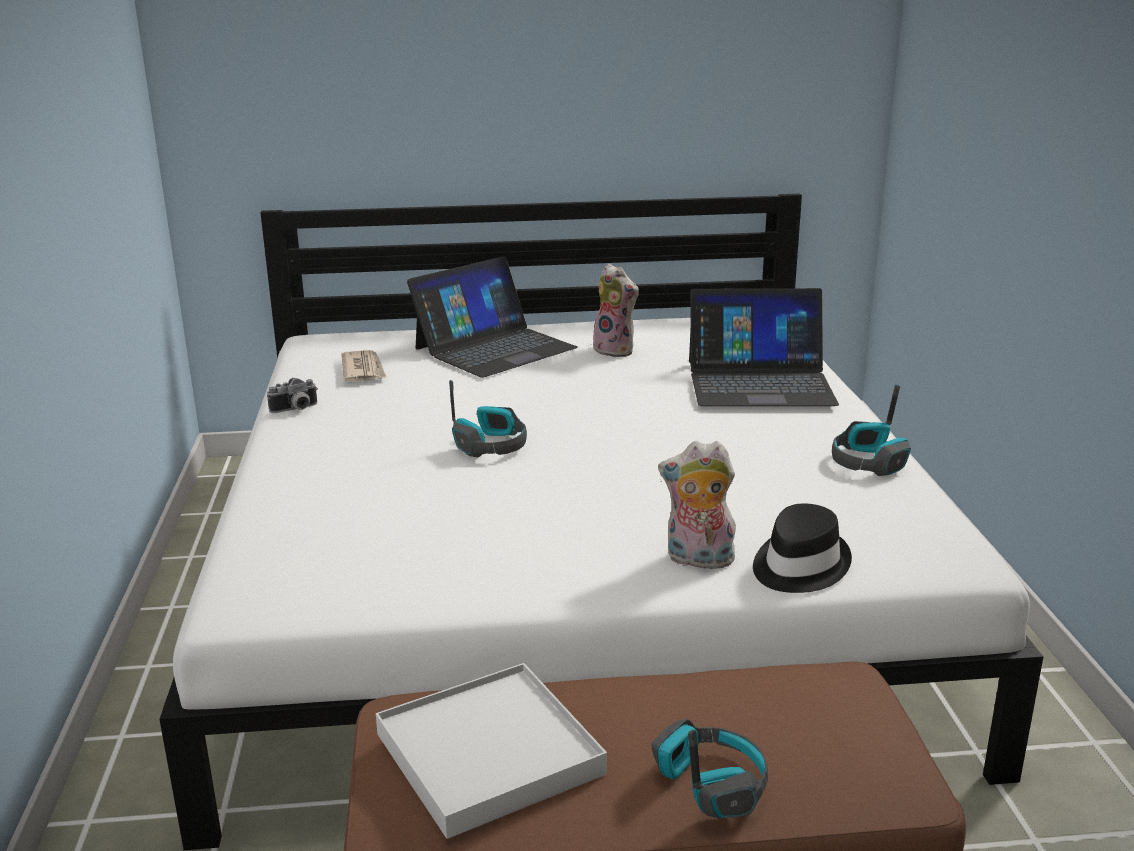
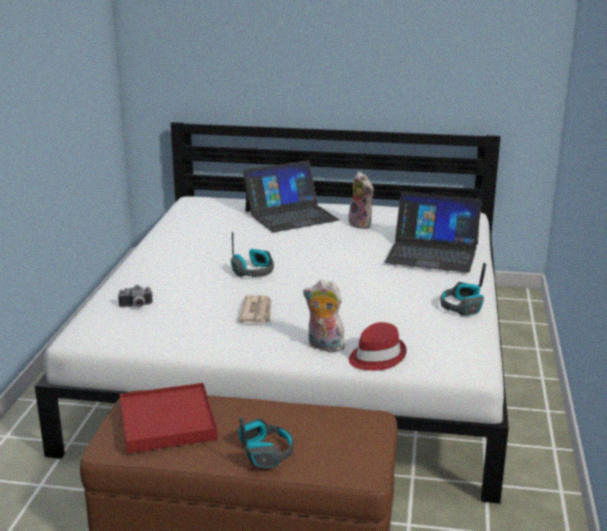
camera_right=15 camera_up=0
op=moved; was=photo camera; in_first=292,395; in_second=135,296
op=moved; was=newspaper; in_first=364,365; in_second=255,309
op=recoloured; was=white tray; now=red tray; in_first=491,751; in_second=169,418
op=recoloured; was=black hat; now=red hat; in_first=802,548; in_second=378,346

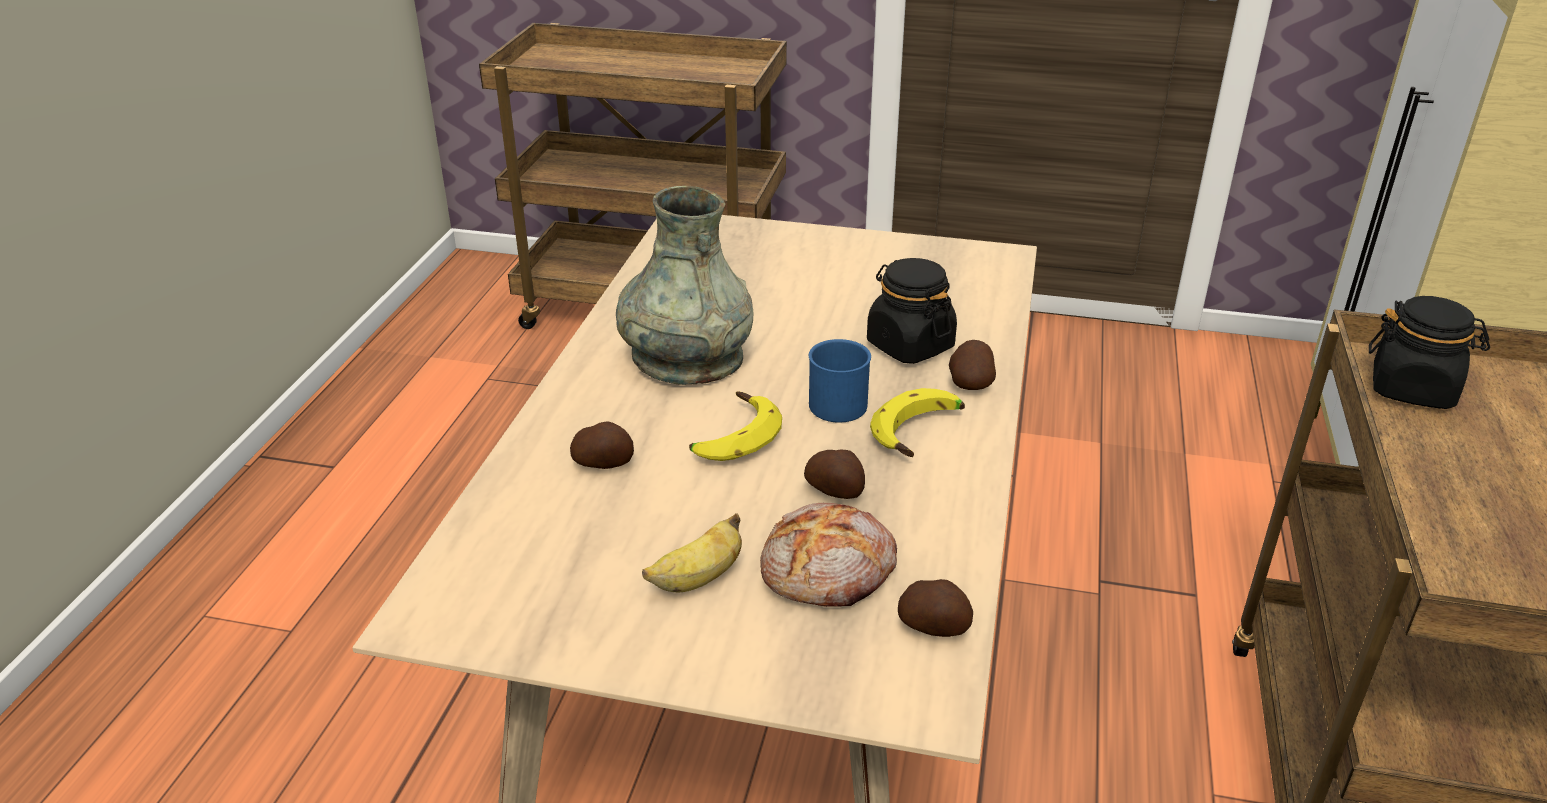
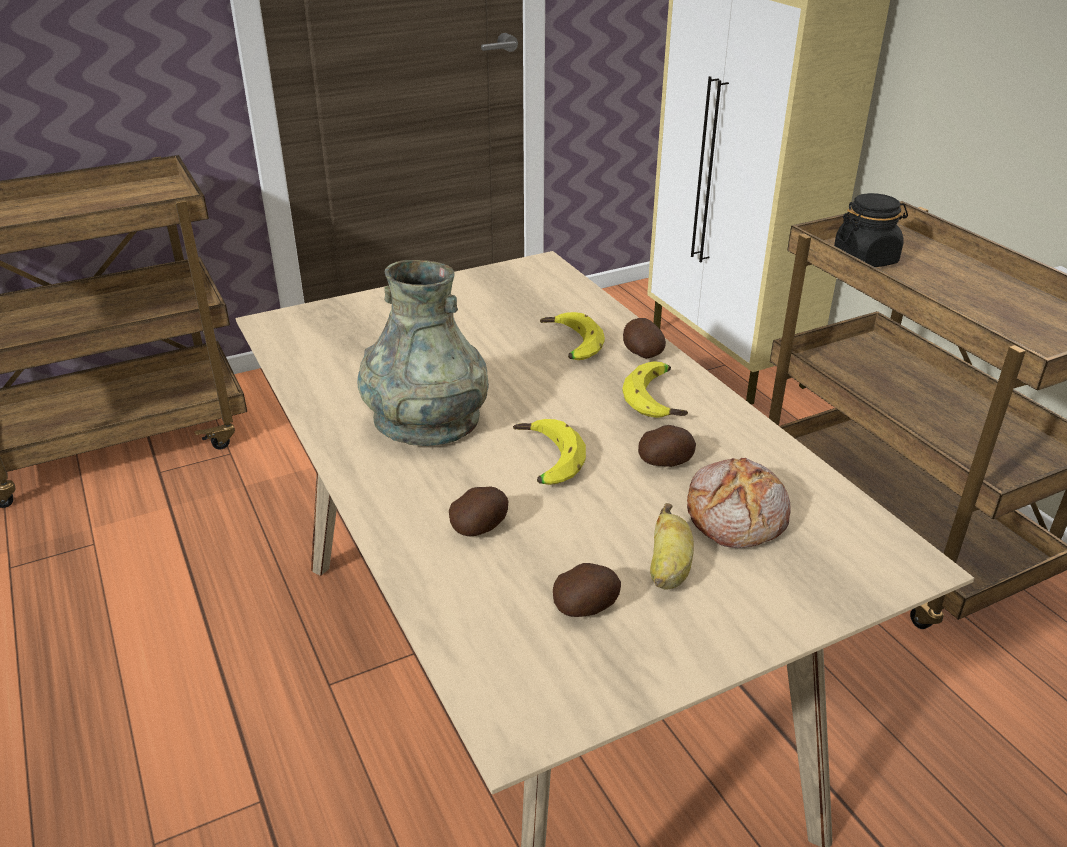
camera_right=-40 camera_up=0
op=removed; was=blue mug; in_first=840,380
op=moved; was=potato; in_first=935,608; in_second=587,590
op=replaced; was=black jar; now=banana; in_first=912,311; in_second=572,336

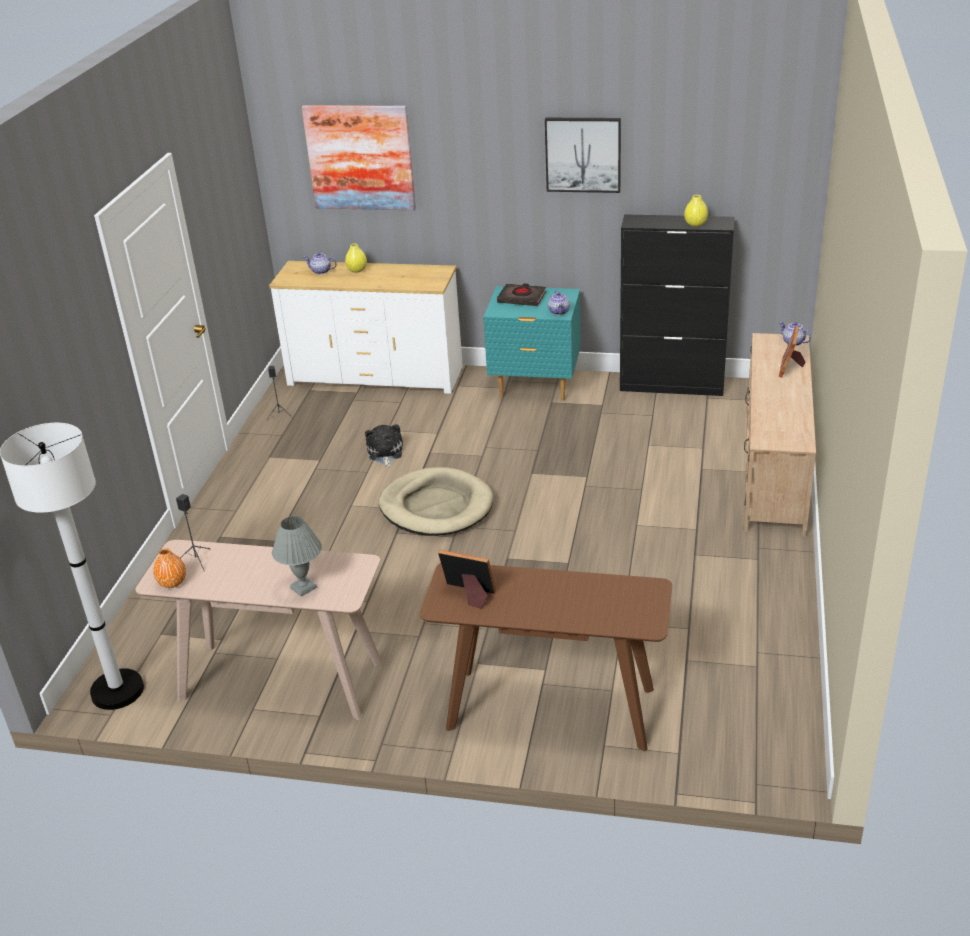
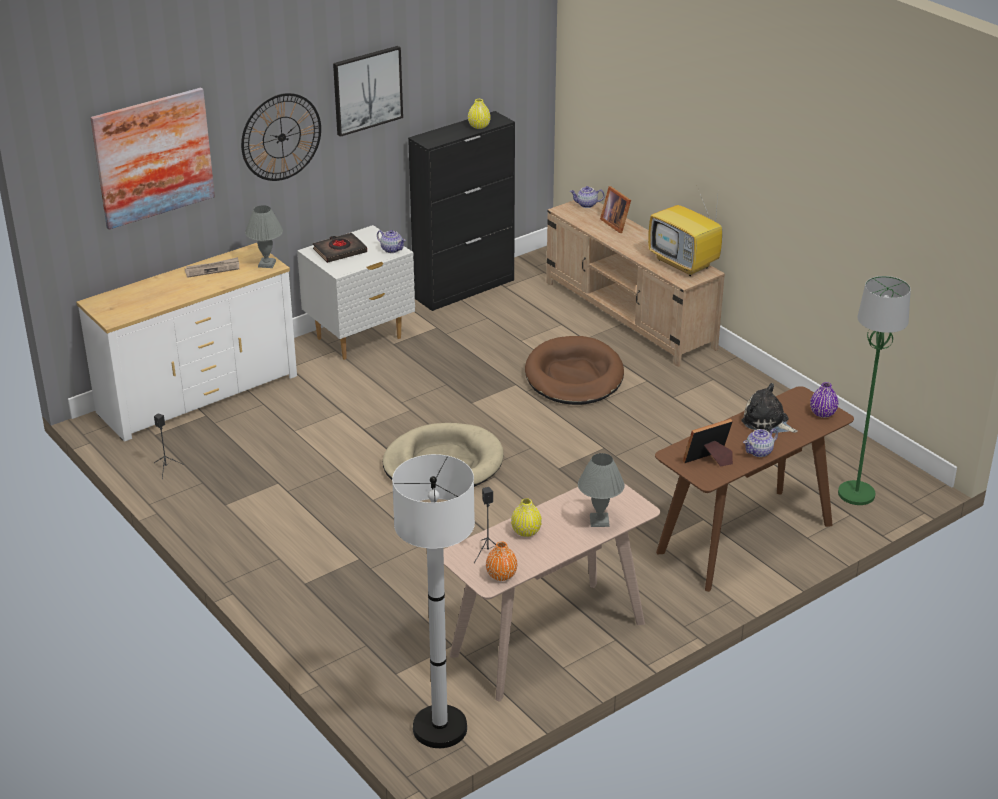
camera_right=-50 camera_up=0
op=added; now=newspaper; in_second=212,267
op=added; now=wall clock; in_second=281,137
op=added; now=grey table lamp; in_second=264,236
op=added; now=brown dog bed; in_second=574,370
op=added; now=television; in_second=685,232
op=added; now=purple vase; in_second=824,400
op=added; now=green floor lamp; in_second=874,390
op=moved; was=teapot; in_first=320,263; in_second=760,442
op=moved; was=yellow vase; in_first=356,258; in_second=526,517
op=moved; was=plush toy; in_first=384,445; in_second=769,408
op=recoloured; was=turquoise nightstand; now=white nightstand; in_first=532,343; in_second=356,292

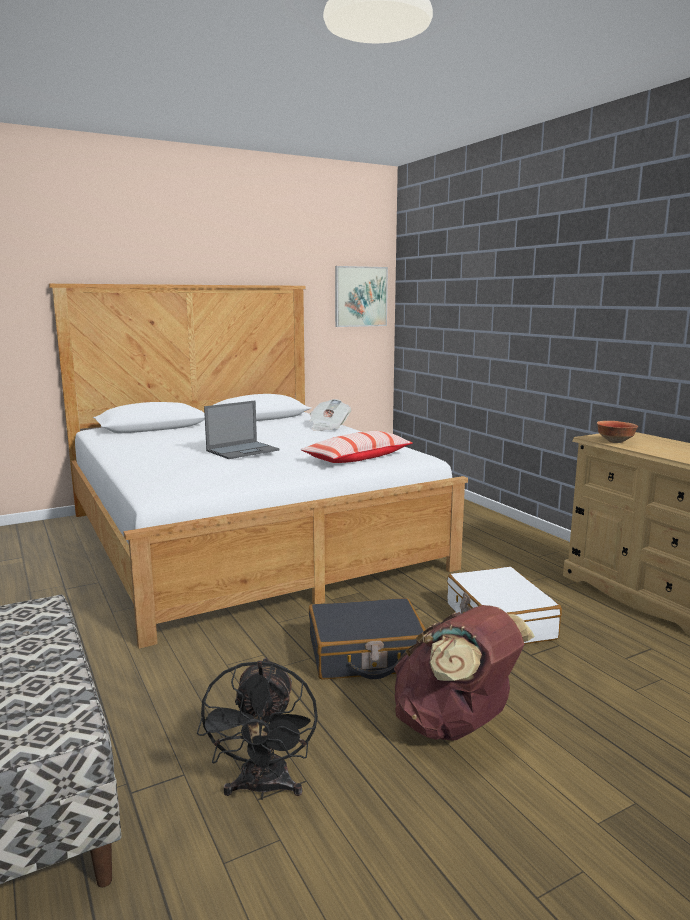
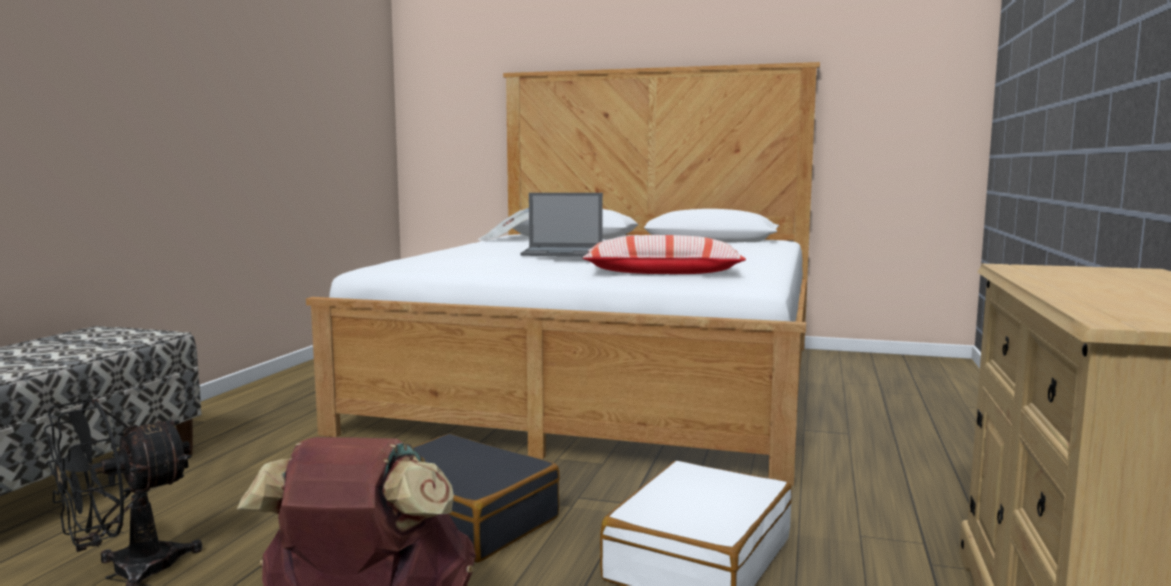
camera_right=45 camera_up=-5
op=removed; was=picture; in_first=361,296
op=removed; was=bowl; in_first=617,432
op=moved; was=newspaper; in_first=331,415; in_second=503,224

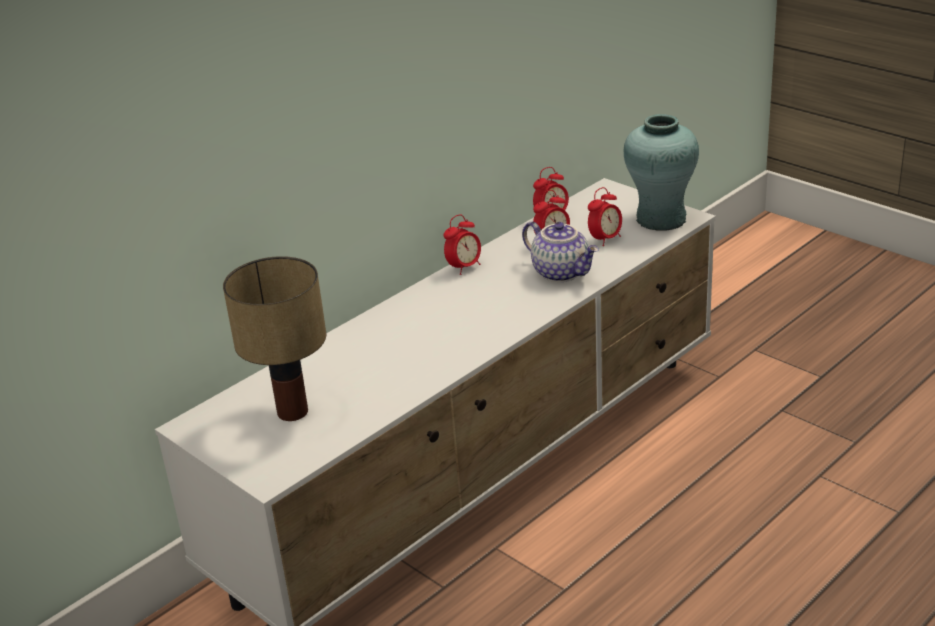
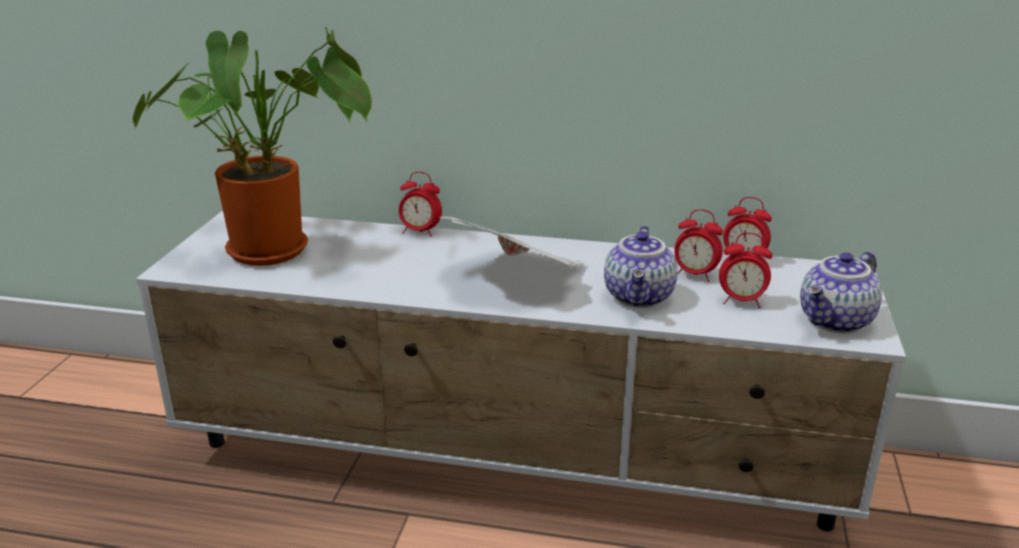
camera_right=55 camera_up=-5
op=added; now=newspaper; in_second=511,241
op=moved; was=alarm clock; in_first=462,245; in_second=420,204
op=replaced; was=table lamp; now=potted plant; in_first=274,338; in_second=252,146
op=replaced; was=turquoise vase; now=teapot; in_first=661,172; in_second=841,292

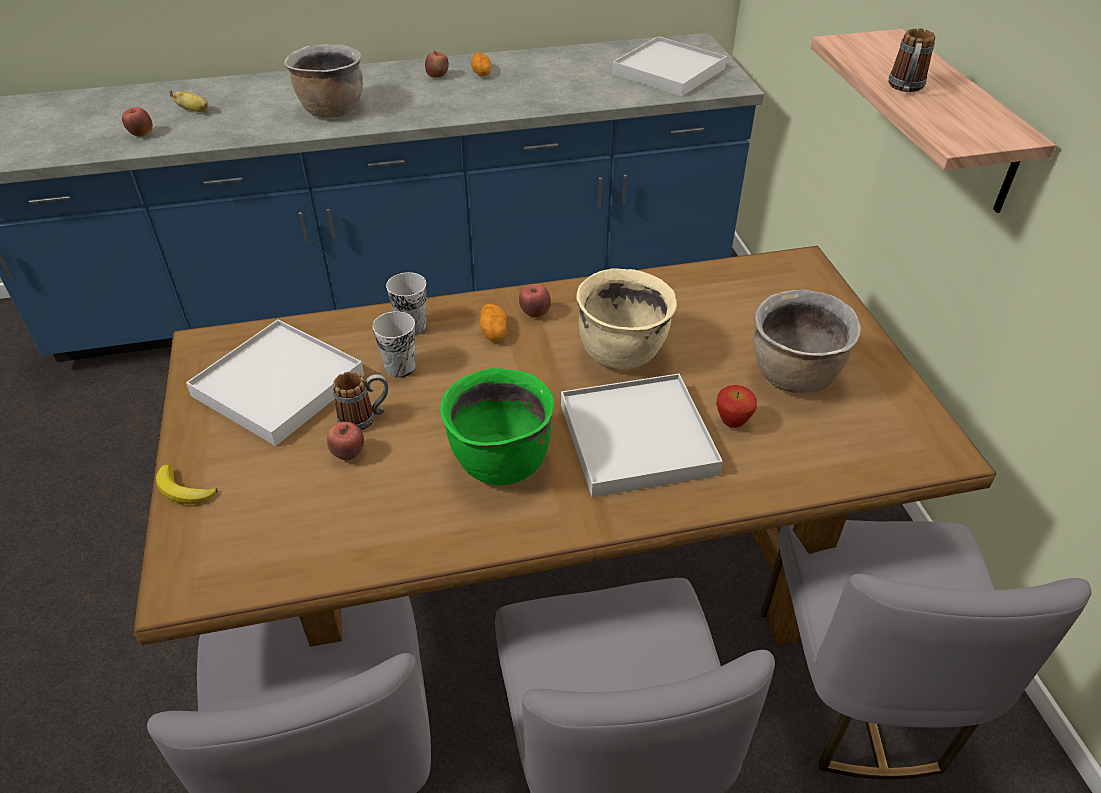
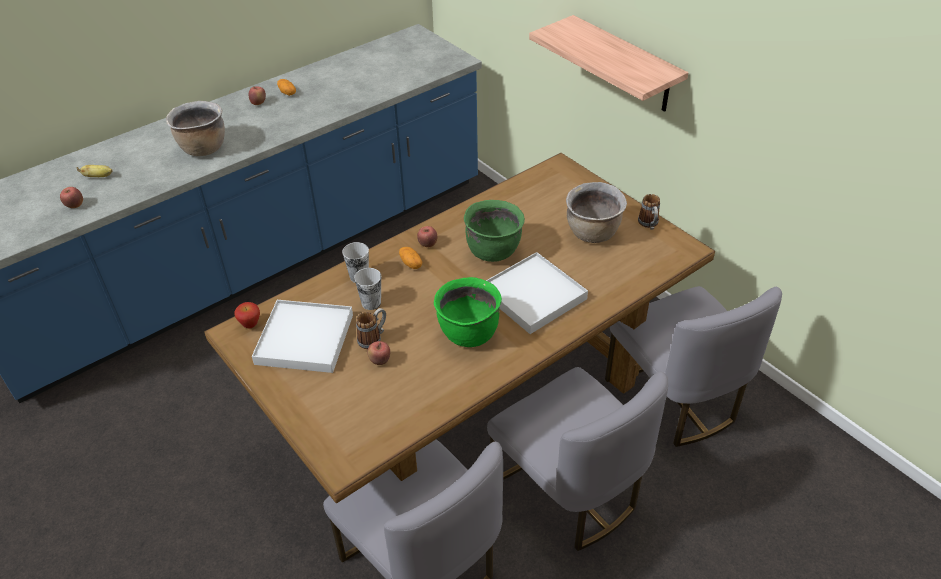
camera_right=-25 camera_up=0
op=removed; was=banana; in_first=187,484
op=removed; was=white tray; in_first=669,66
op=moved; was=apple; in_first=736,406; in_second=247,315
op=moved; was=mug; in_first=911,60; in_second=649,212
op=recoloured; was=beige cooking pot; now=green cooking pot; in_first=626,318; in_second=494,231

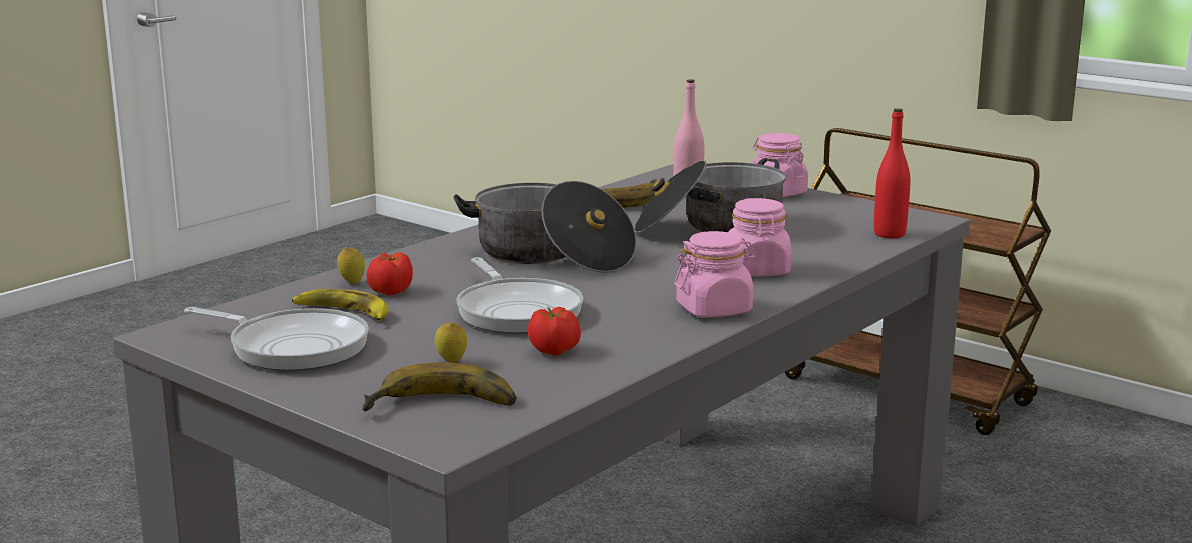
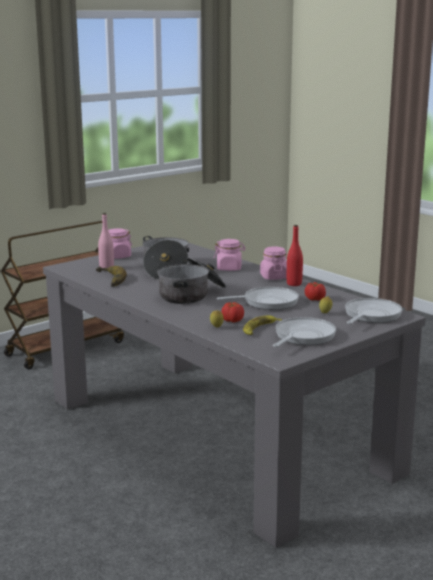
camera_right=-80 camera_up=0
op=moved; was=red bottle; in_first=892,173; in_second=295,255
op=replaced; was=banana; now=frying pan; in_first=439,387; in_second=373,311

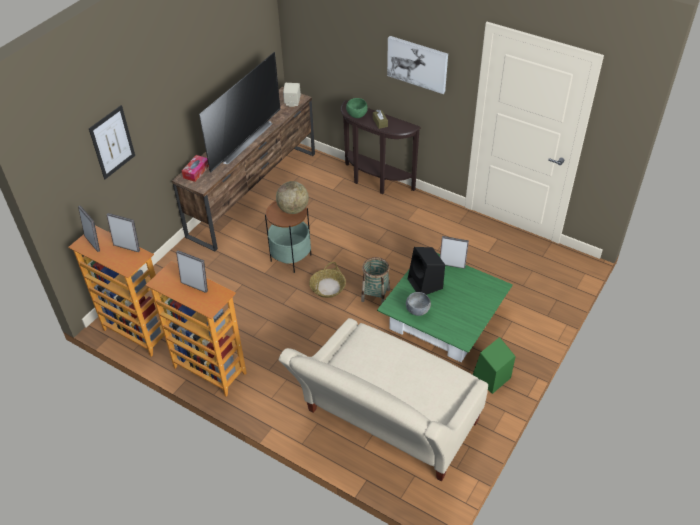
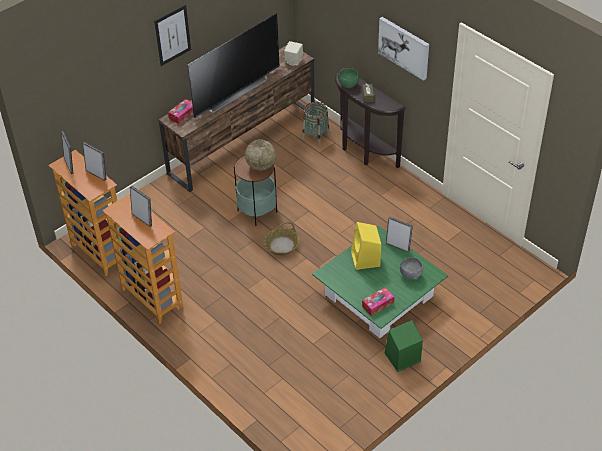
camera_right=15 camera_up=0
op=removed; was=beige sofa; in_first=383,399
op=added; now=tissue box; in_second=378,302
op=moved; was=picture; in_first=112,142; in_second=172,35
op=moved; was=basket; in_first=375,280; in_second=316,124
op=moved; was=grey bowl; in_first=418,304; in_second=411,268
op=recoloured; was=black speaker; now=yellow speaker; in_first=426,271; in_second=366,246

